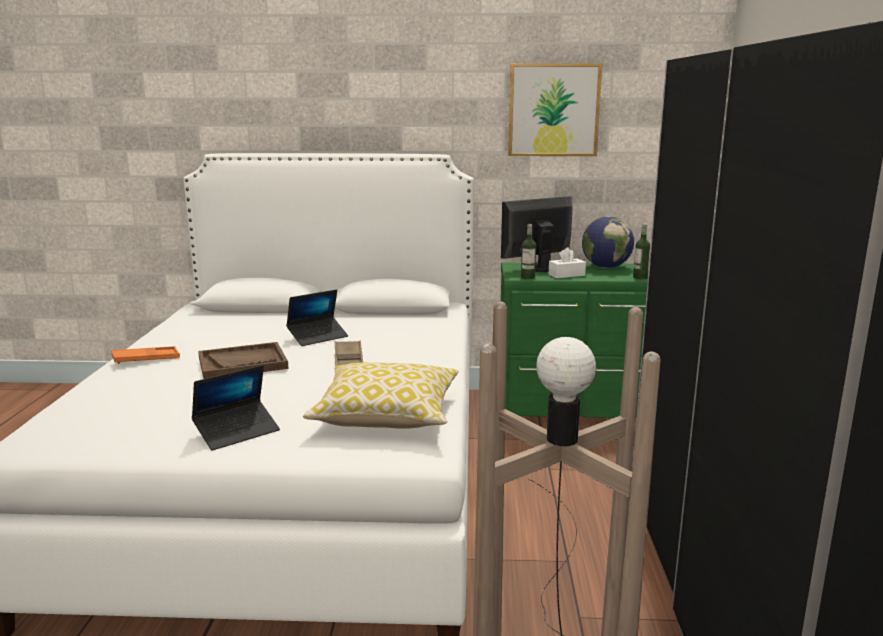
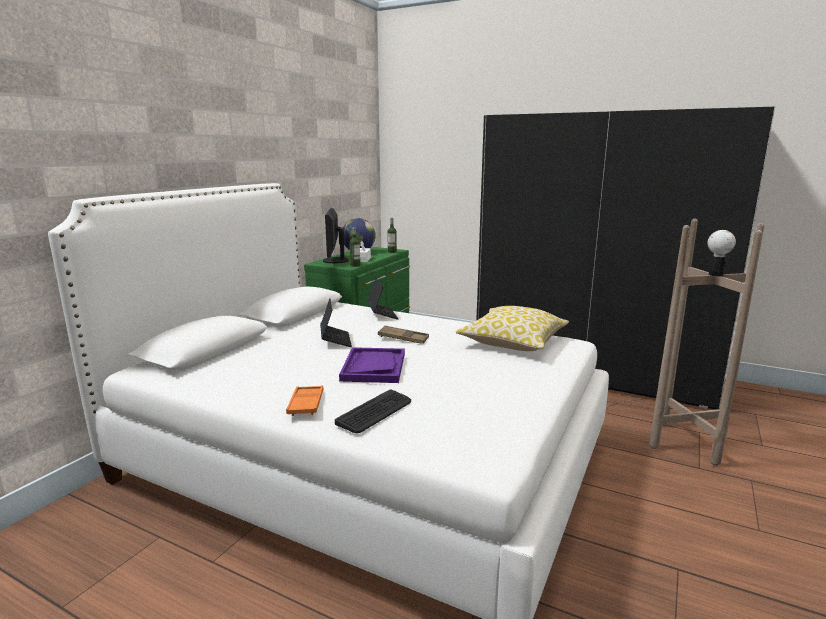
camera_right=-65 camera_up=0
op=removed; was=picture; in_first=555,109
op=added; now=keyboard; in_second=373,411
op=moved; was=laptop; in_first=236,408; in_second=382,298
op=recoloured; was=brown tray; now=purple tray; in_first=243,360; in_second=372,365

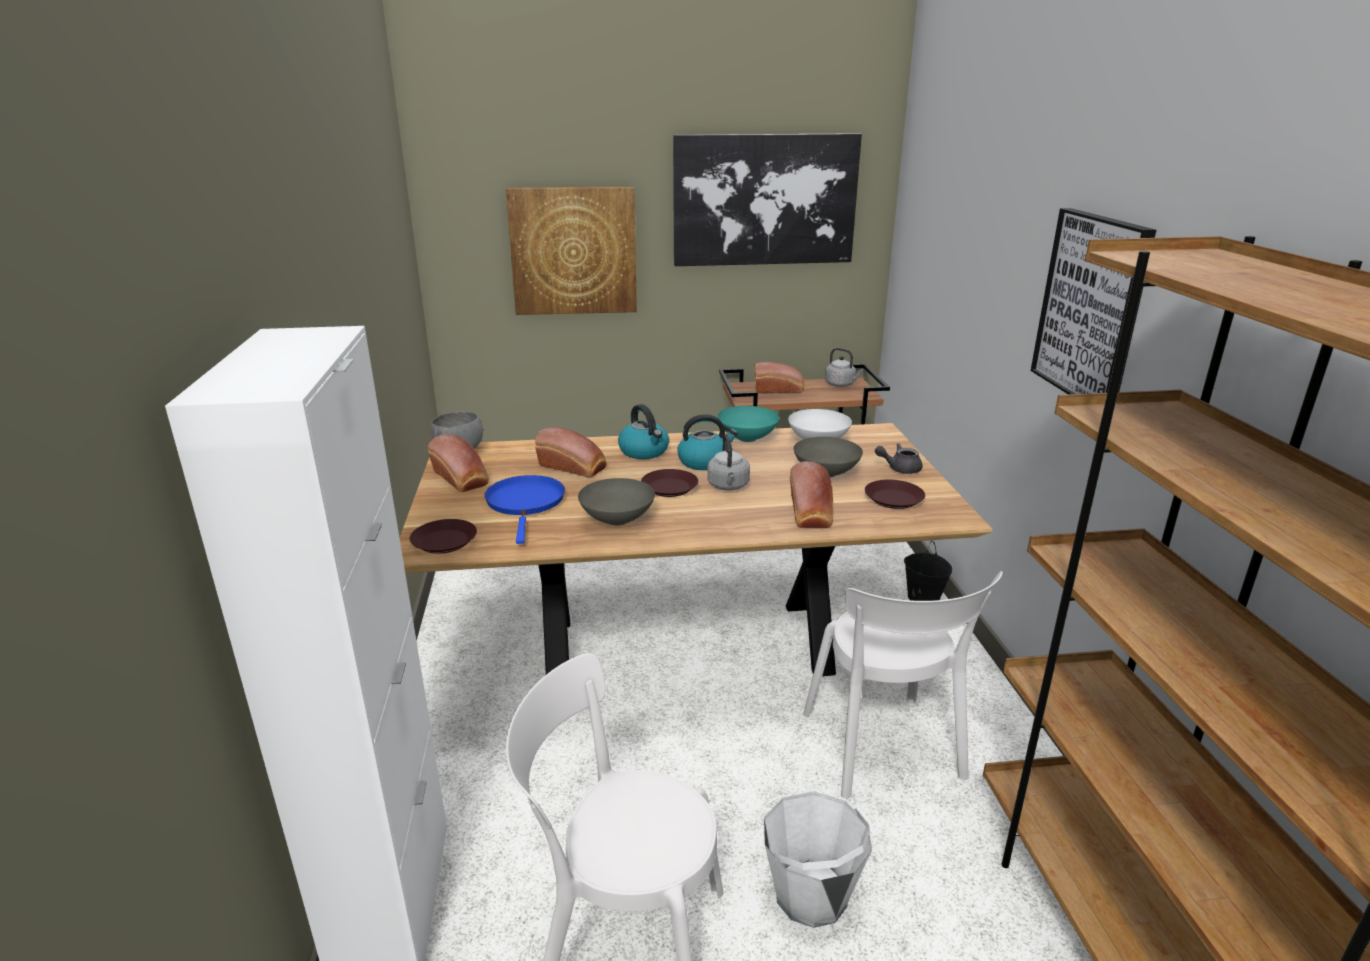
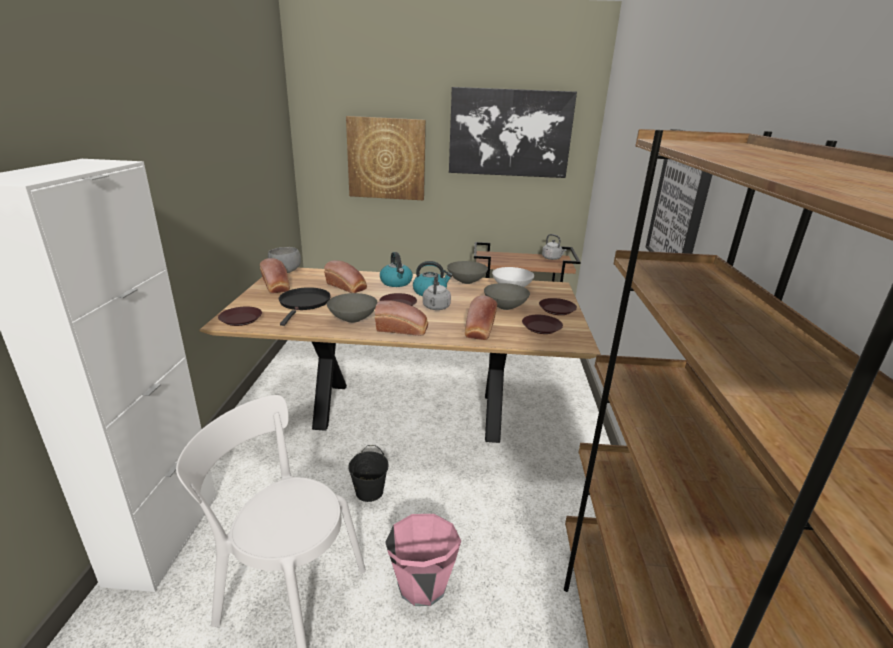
camera_right=10 camera_up=0
op=removed; was=white chair; in_first=903,684
op=moved; was=bread; in_first=779,377; in_second=401,318
op=moved; was=black bucket; in_first=928,571; in_second=368,473
op=replaced; was=grey teapot; now=brown plate; in_first=899,458; in_second=558,306
op=recoloured; was=blue frying pan; now=black frying pan; in_first=525,509; in_second=305,306
op=recoloured; was=turquoise bowl; now=grey bowl; in_first=748,424; in_second=467,272
op=recoloured; was=white bucket; now=pink bucket; in_first=818,860; in_second=423,560

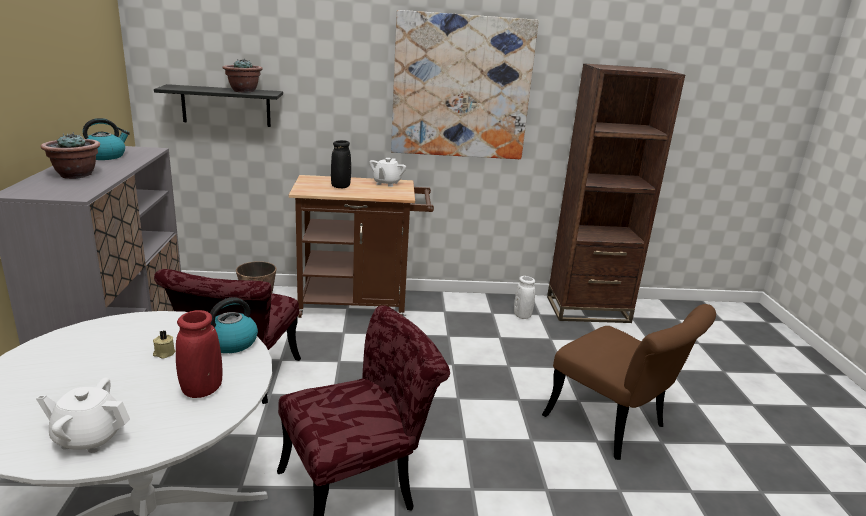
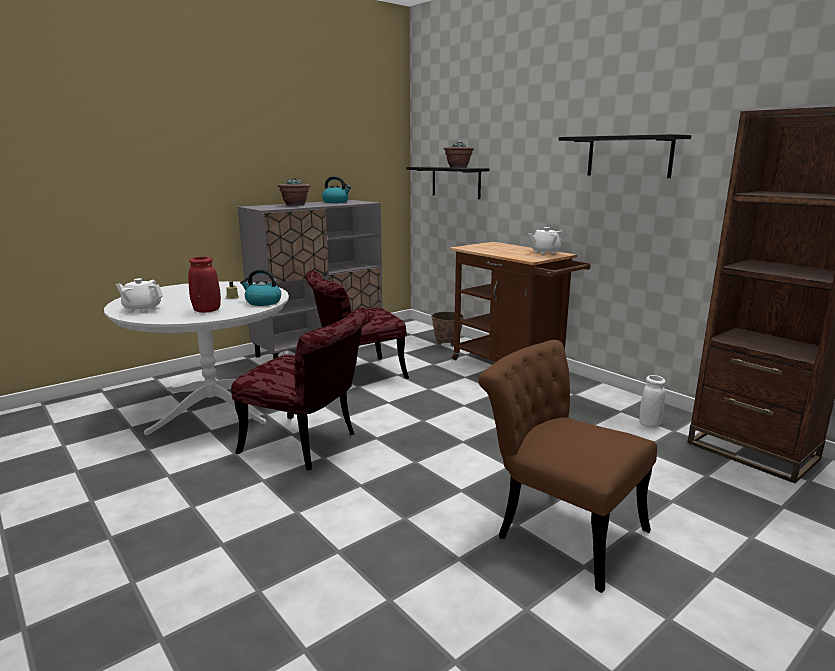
camera_right=55 camera_up=-5
op=removed; was=black vase; in_first=341,164
op=replaced; was=picture; now=black shelf; in_first=465,84; in_second=625,156
op=turned; was=white teapot; in_first=83,415; in_second=139,295; clockwise=-45
op=turned; was=brown chair; in_first=629,382; in_second=567,466; clockwise=120

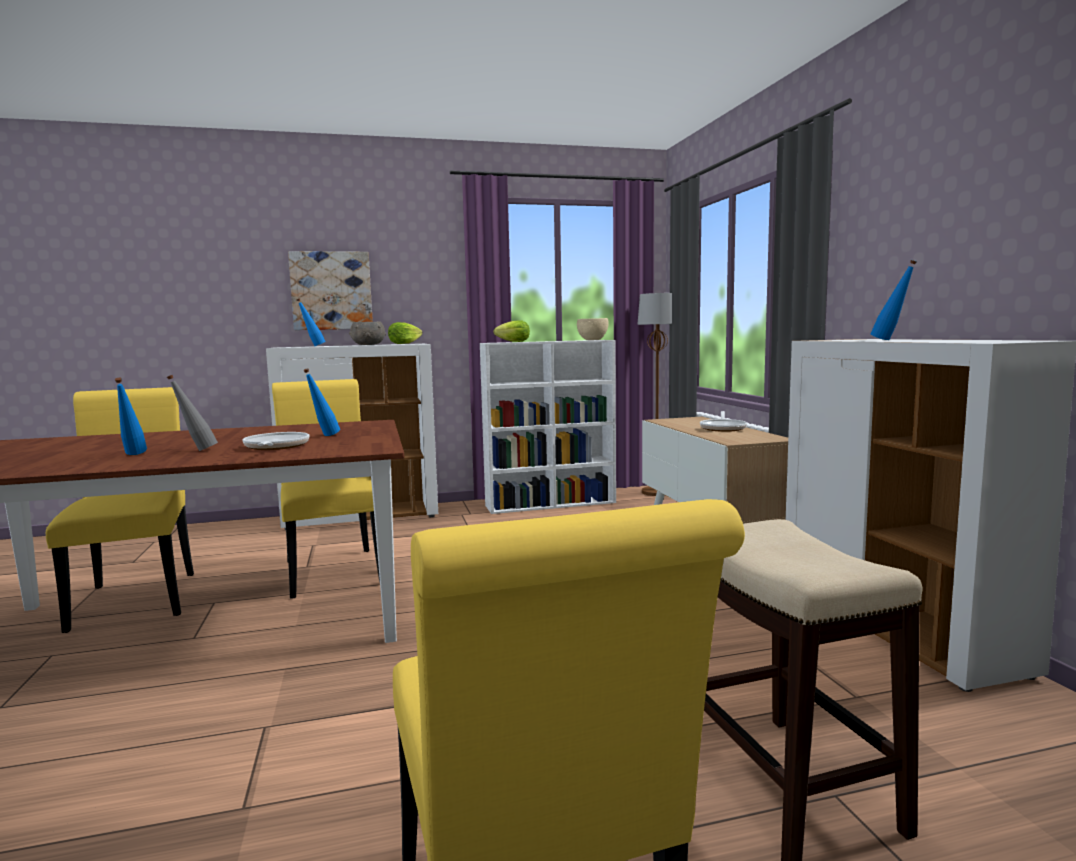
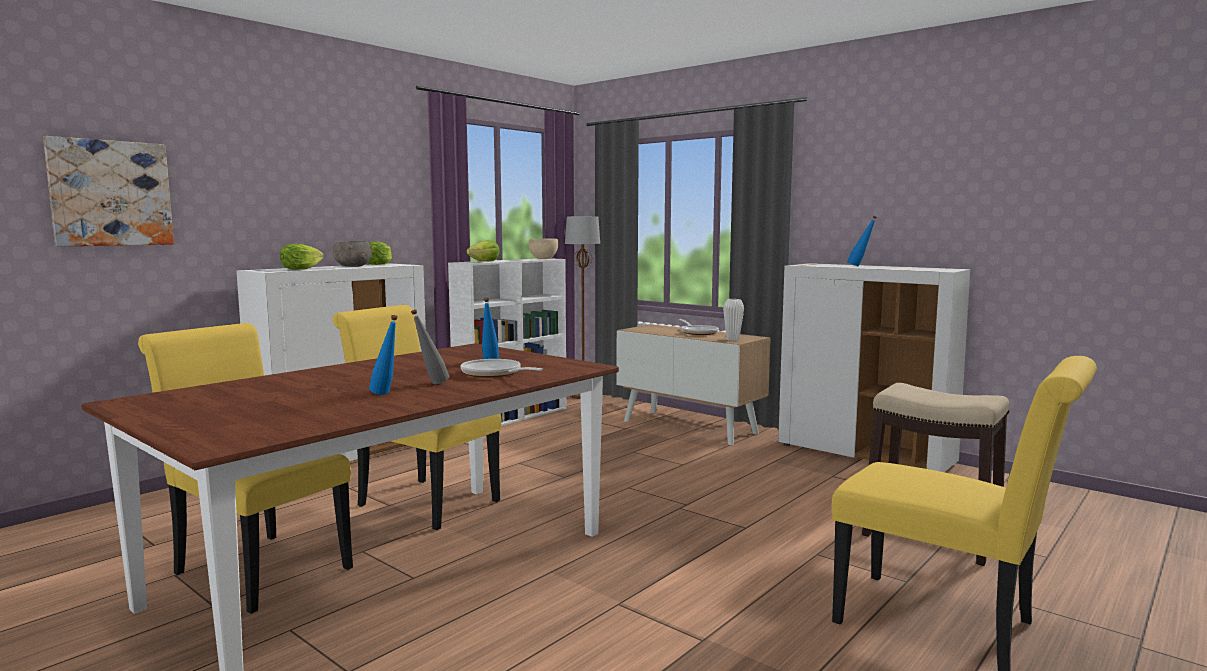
camera_right=-35 camera_up=0
op=added; now=white vase; in_second=733,320
op=moved; was=picture; in_first=330,290; in_second=108,191
op=replaced; was=blue bottle; now=lettuce; in_first=311,322; in_second=302,257

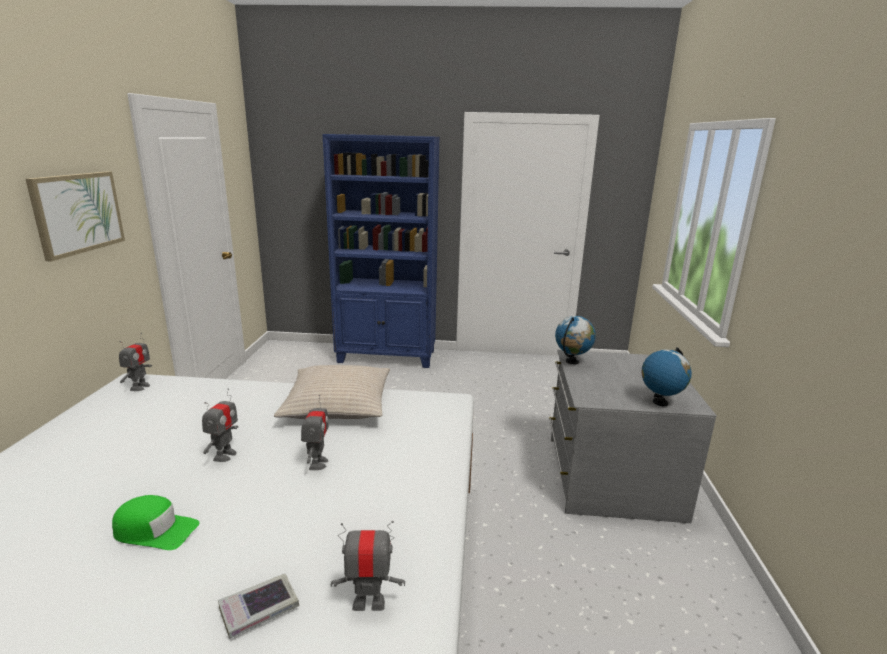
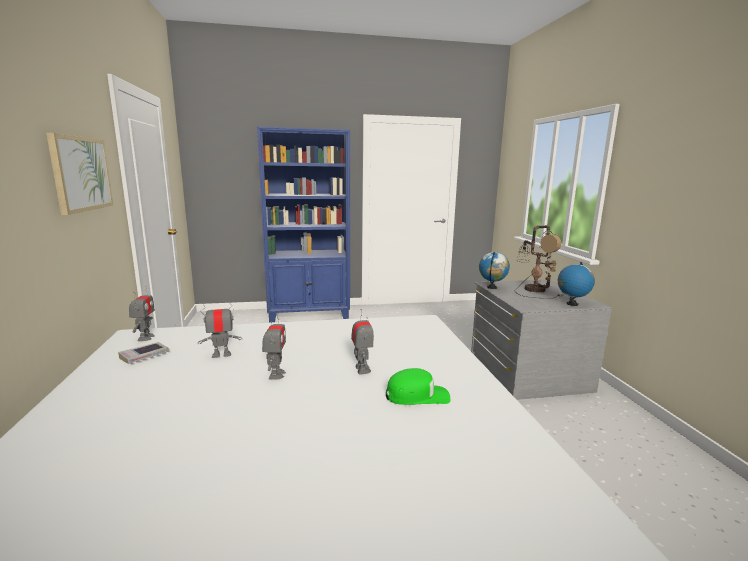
camera_right=-15 camera_up=-5
op=removed; was=beige pillow; in_first=332,392
op=added; now=table lamp; in_second=539,262
op=moved; was=green cap; in_first=155,522; in_second=418,386
op=moved; was=book; in_first=258,606; in_second=143,353
op=moved; was=toy robot; in_first=368,566; in_second=220,328

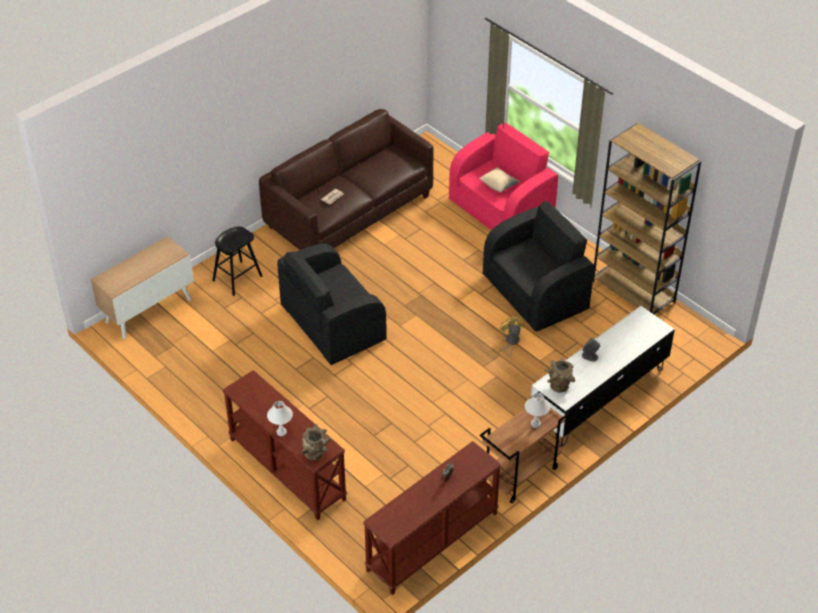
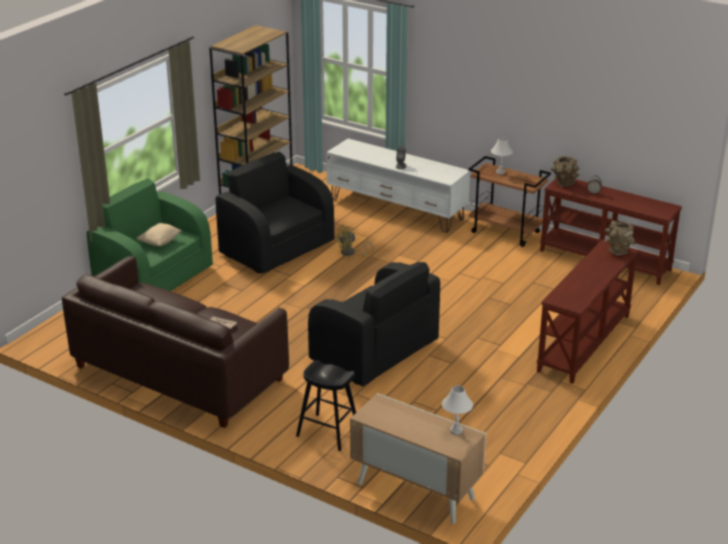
camera_right=-105 camera_up=-15
op=moved; was=white table lamp; in_first=280,418; in_second=457,410
op=moved; was=brown vase; in_first=560,375; in_second=565,171
op=recoloured; was=pink armchair; now=green armchair; in_first=503,176; in_second=150,234

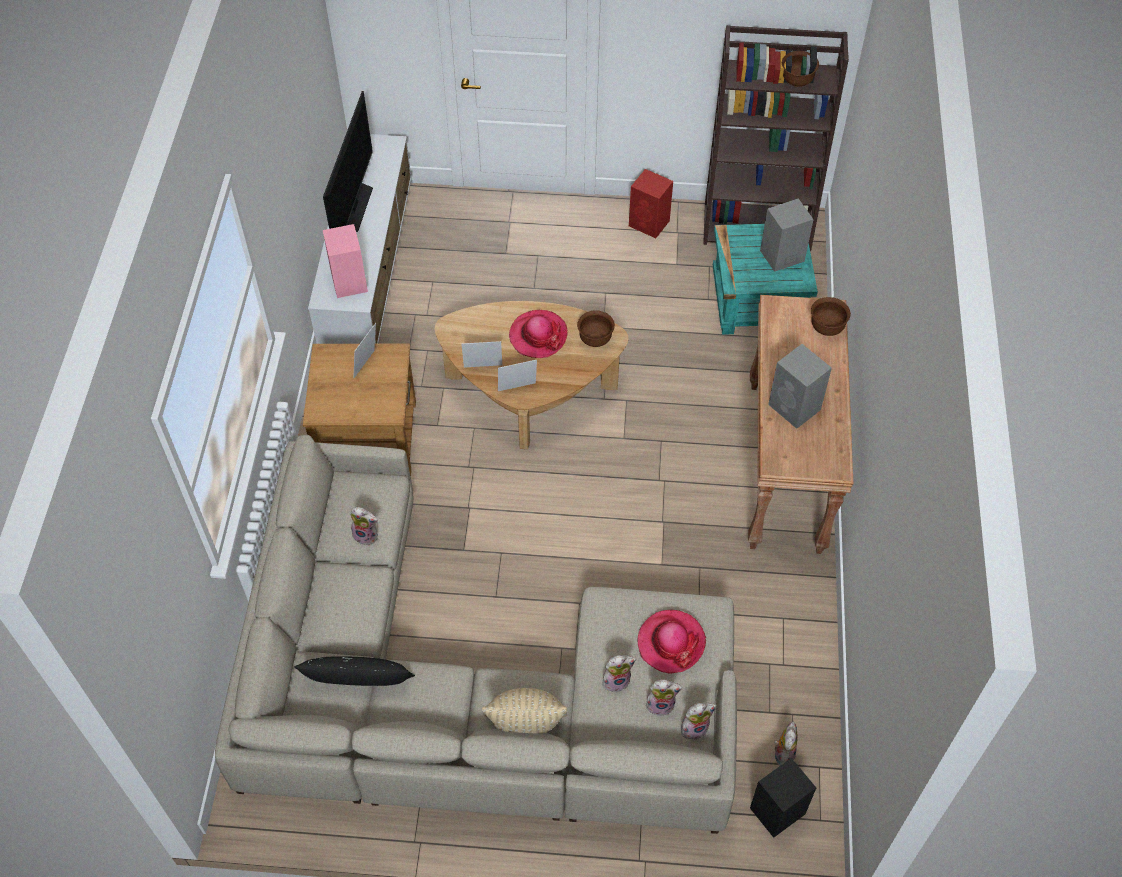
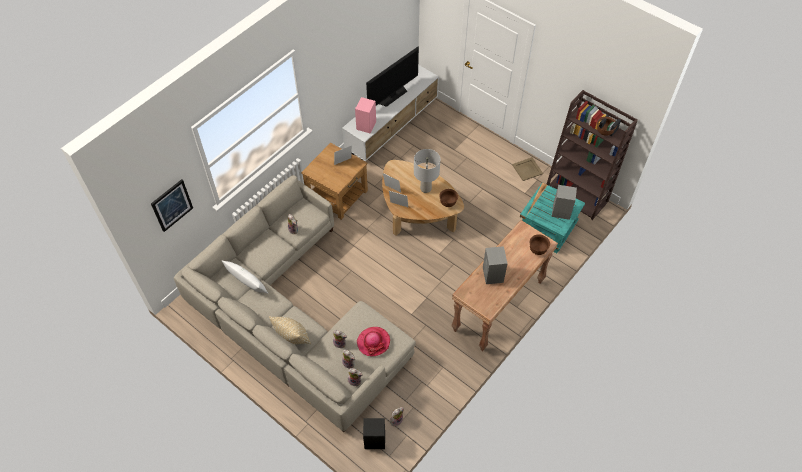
camera_right=35 camera_up=0
op=added; now=picture; in_second=172,205
op=replaced; was=hat; now=grey table lamp; in_first=538,334; in_second=427,171
op=replaced; was=red speaker; now=beige tray; in_first=651,203; in_second=527,169
op=recoloured; was=black pillow; now=white pillow; in_first=354,671; in_second=245,277

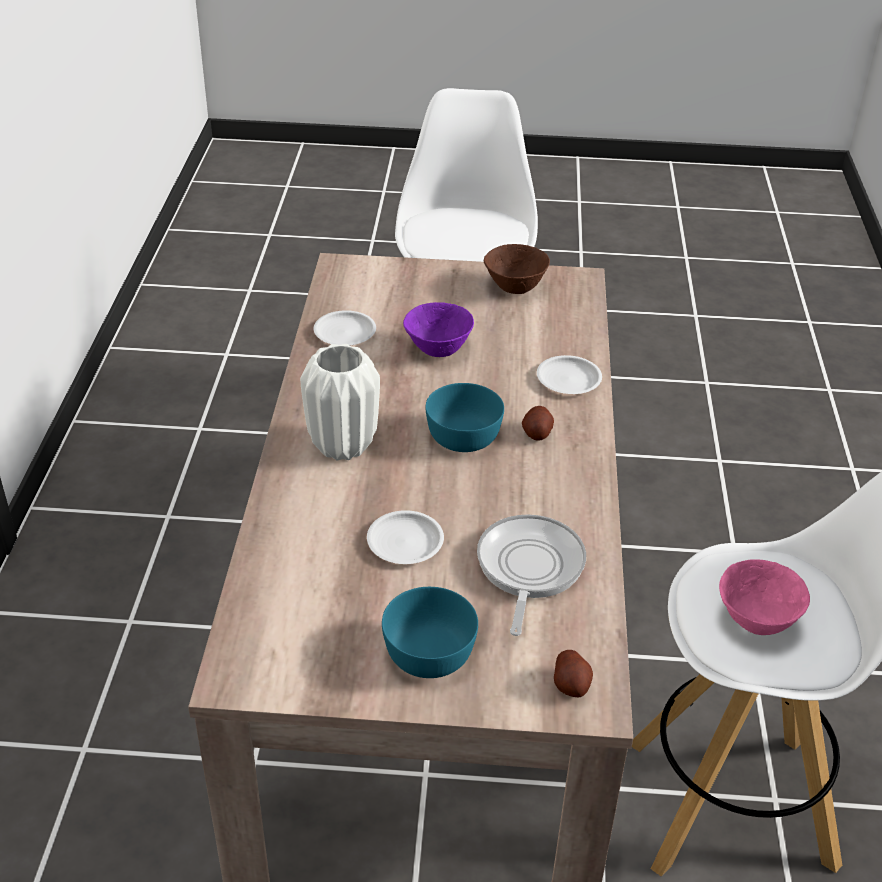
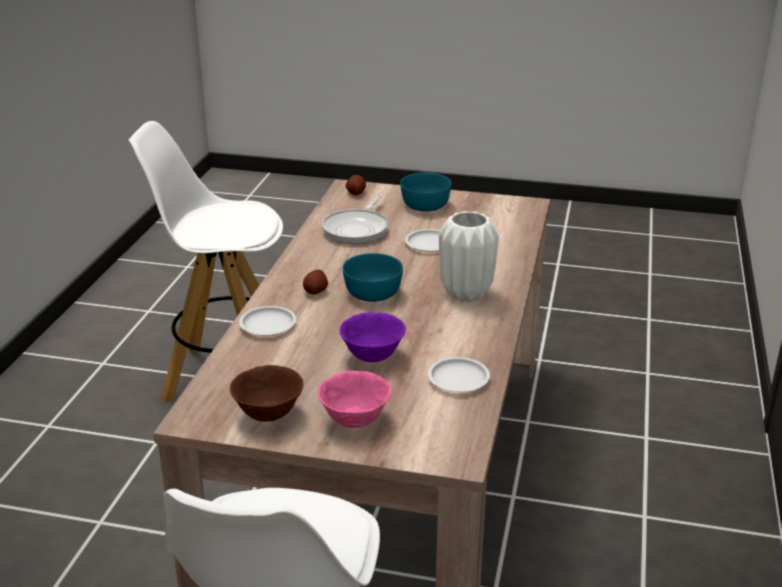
camera_right=-170 camera_up=-10
op=moved; was=pink bowl; in_first=764,597; in_second=355,399

